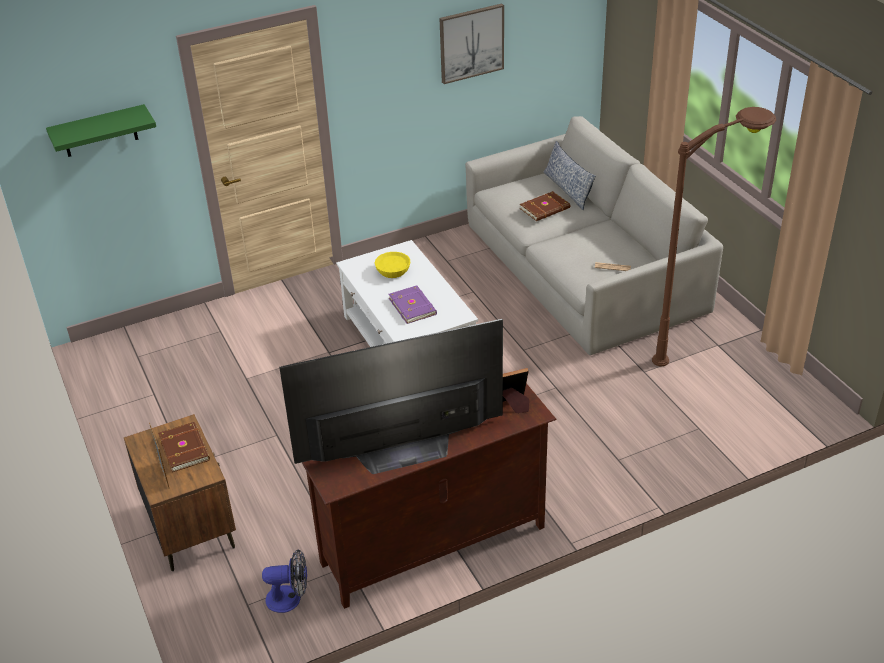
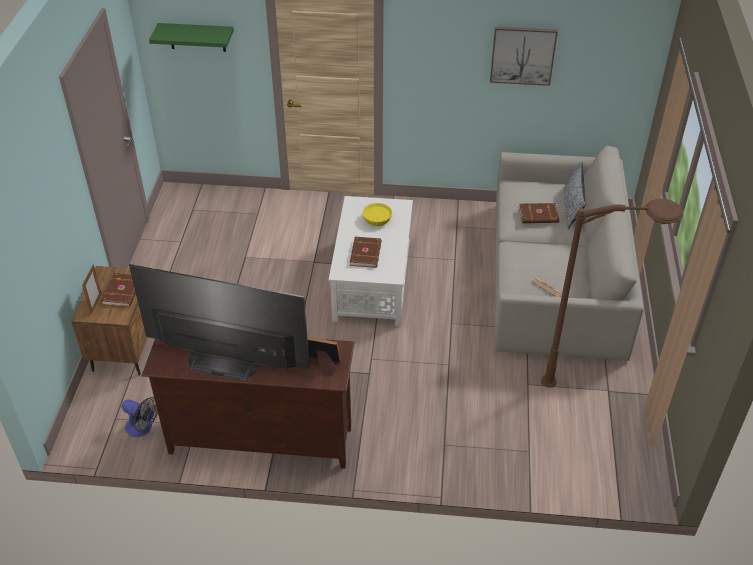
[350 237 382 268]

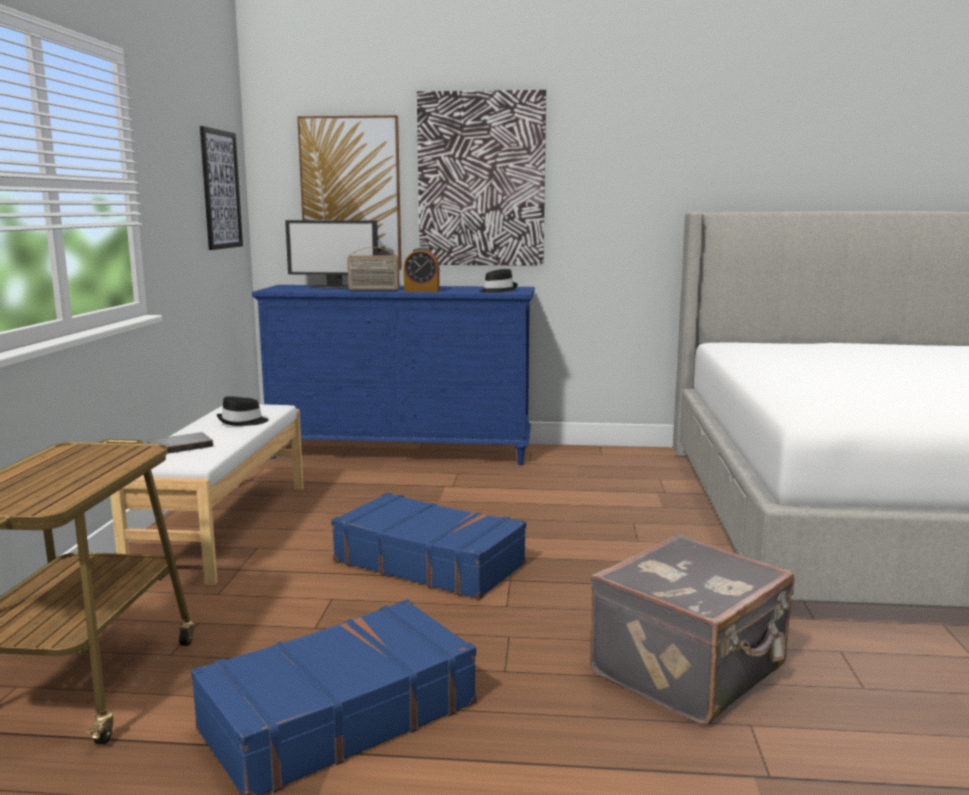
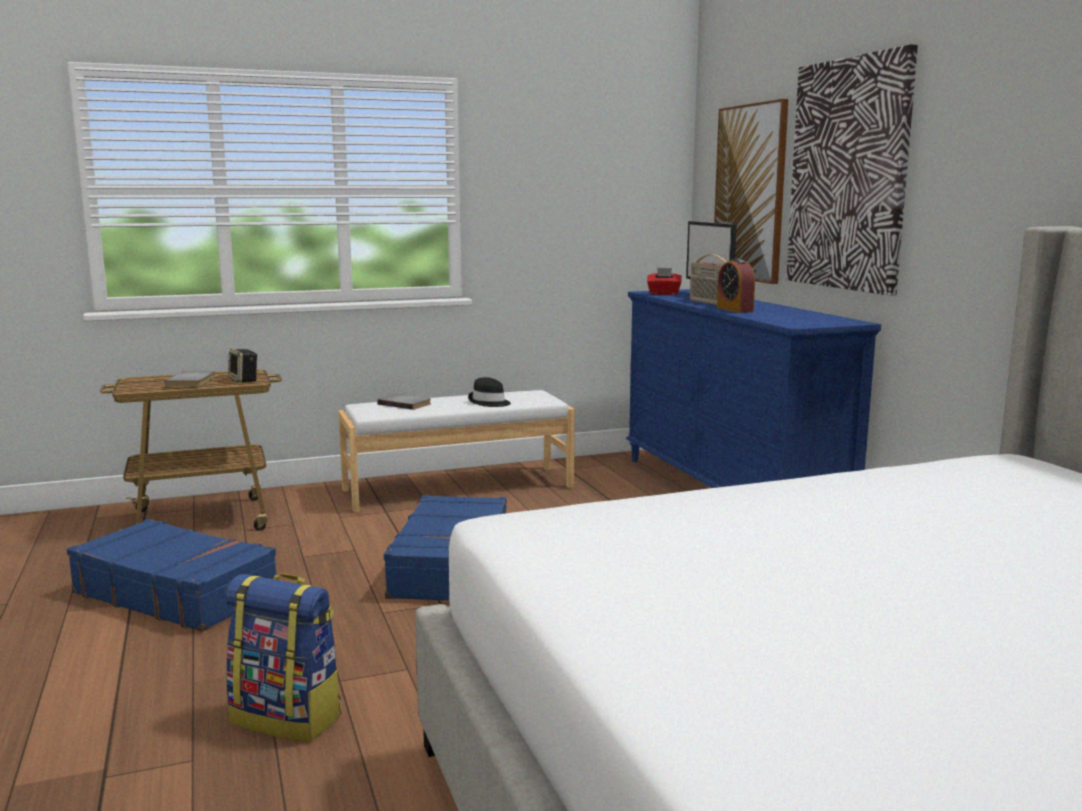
[200 126 243 250] (first image)
[478 269 518 293] (first image)
[225 574 341 742]
[647 268 682 295]
[228 349 258 383]
[164 371 216 387]

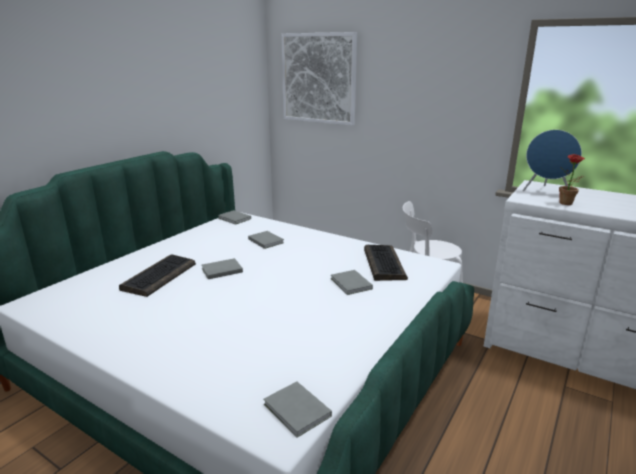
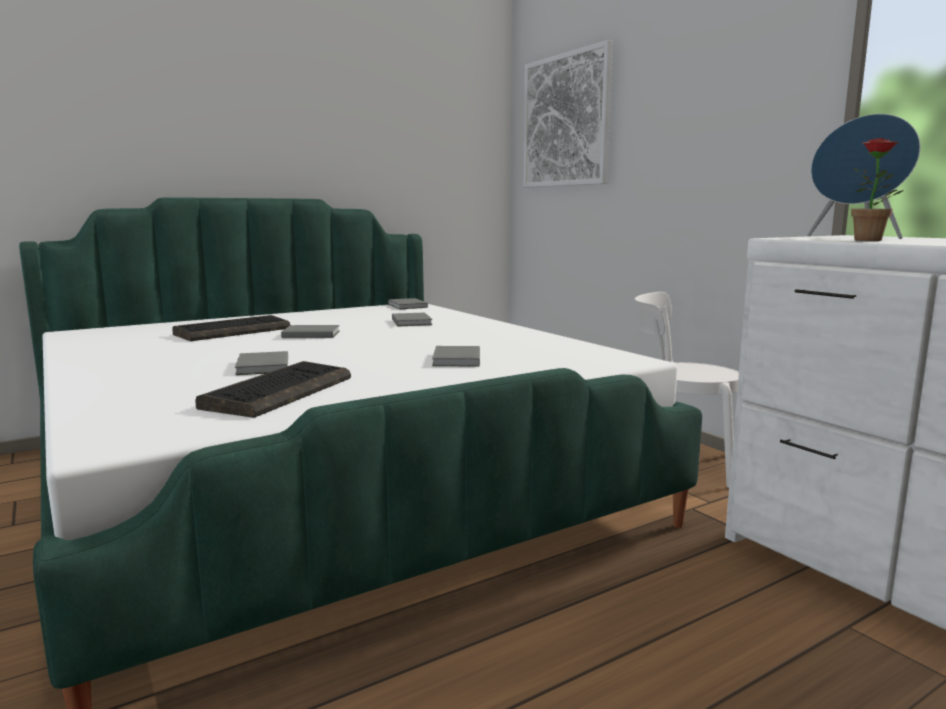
[195 361 351 418]
[235 351 288 375]

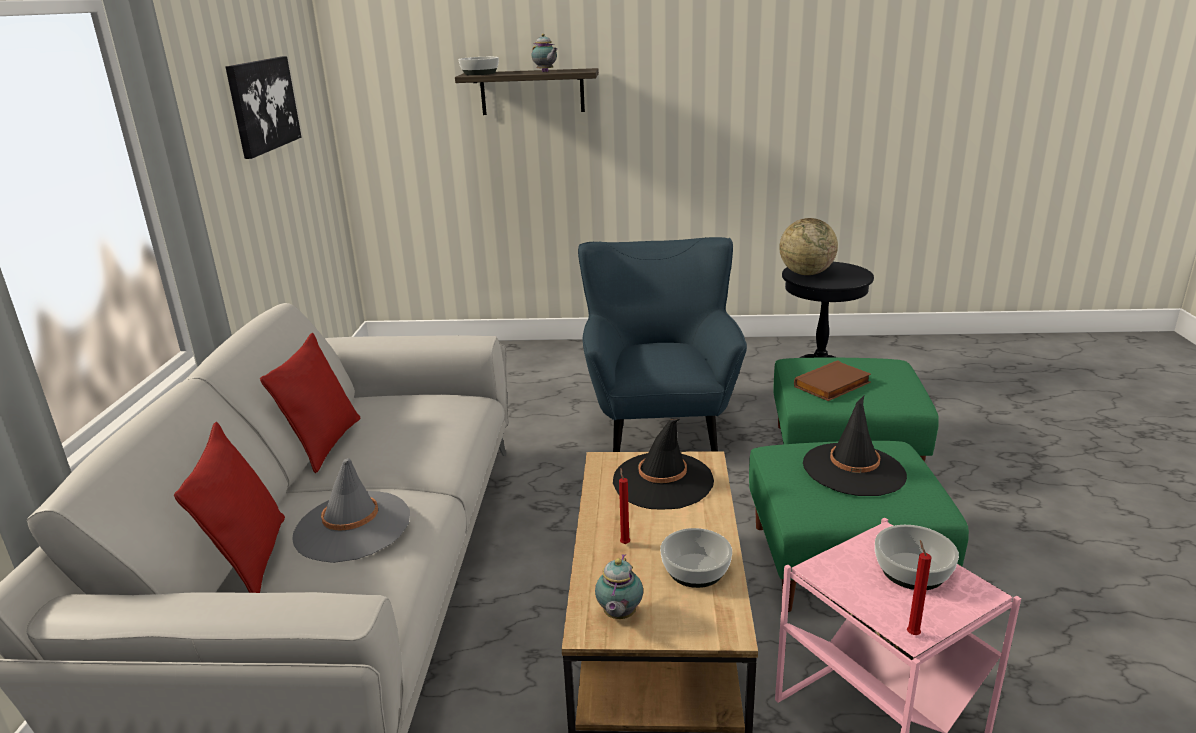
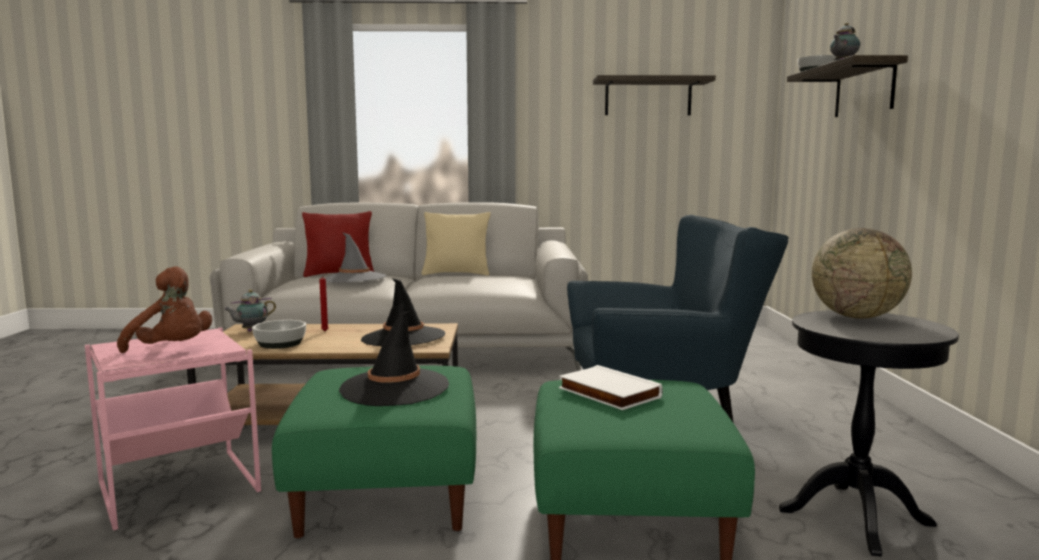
[593 75 716 115]
[421 212 491 276]
[559 365 663 410]
[117 266 212 353]
[907 540 932 635] (first image)
[224 289 276 332]

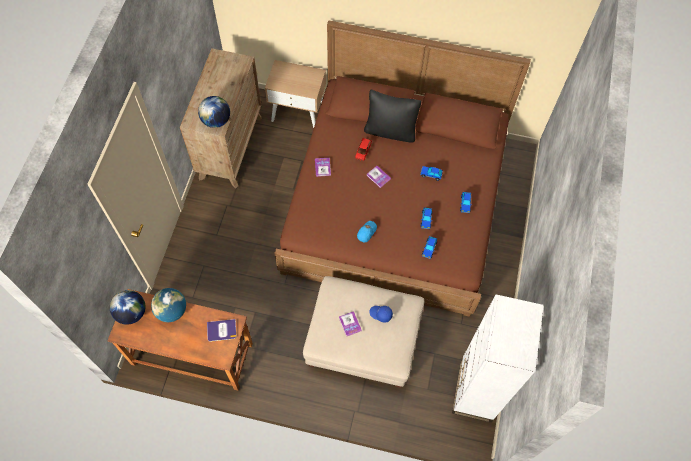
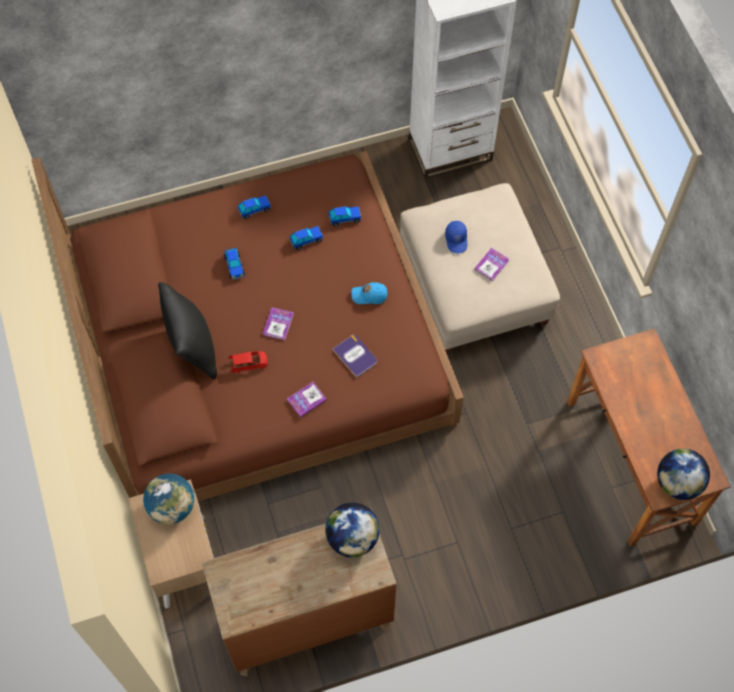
[143 474 194 524]
[332 335 377 378]

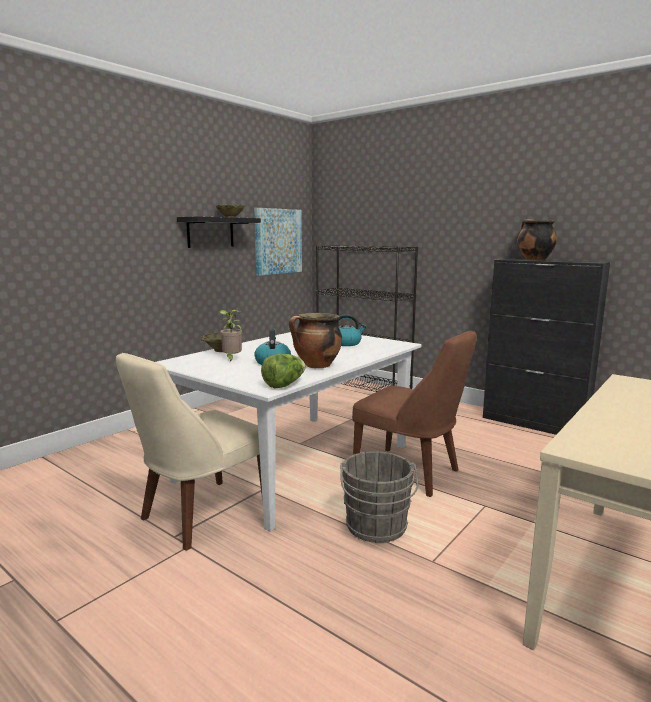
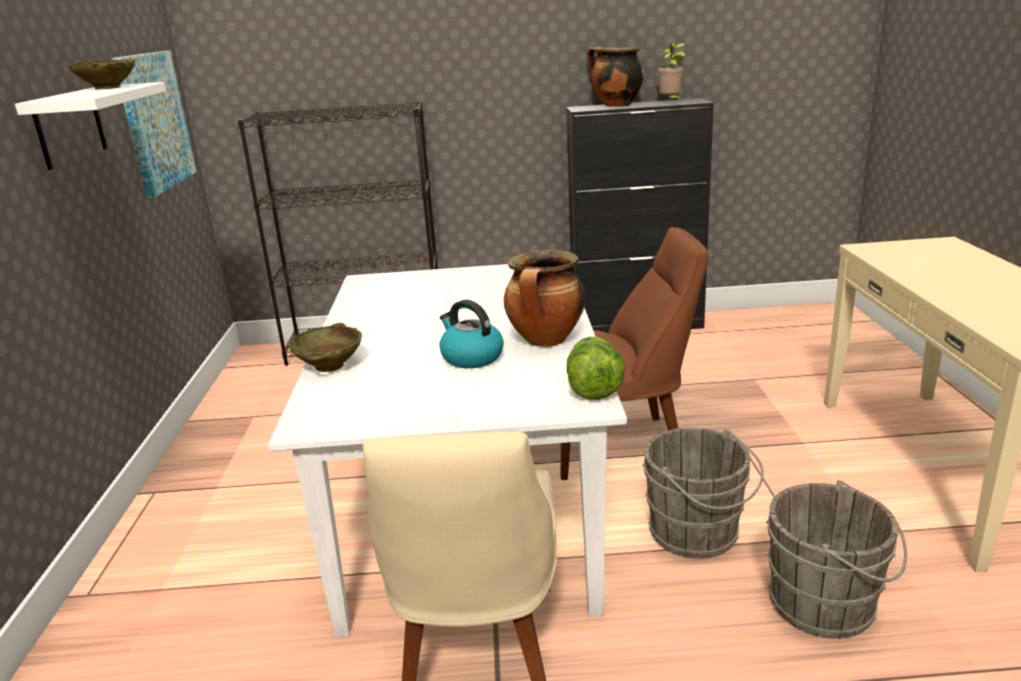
[15 82 166 170]
[658 43 685 103]
[337 314 366 346] (first image)
[766 480 907 639]

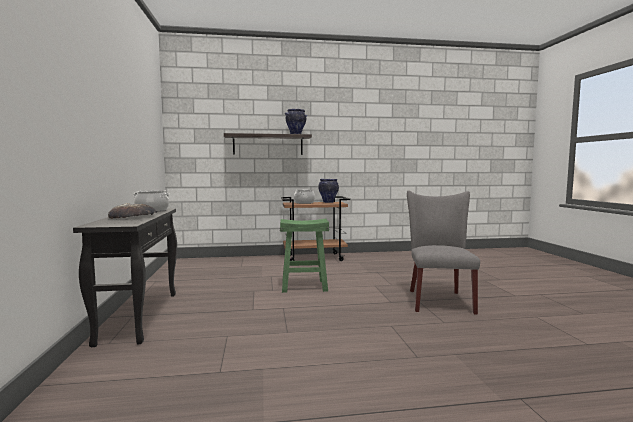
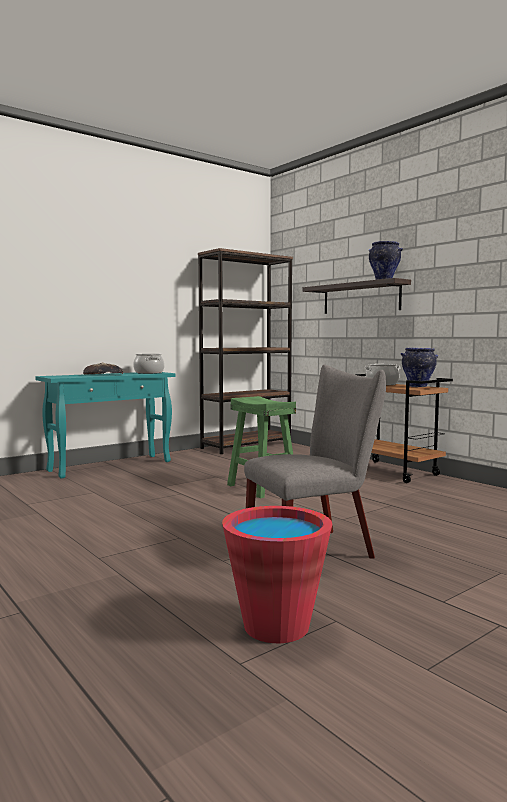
[35 372 176 479]
[198 248 293 454]
[222 506 332 643]

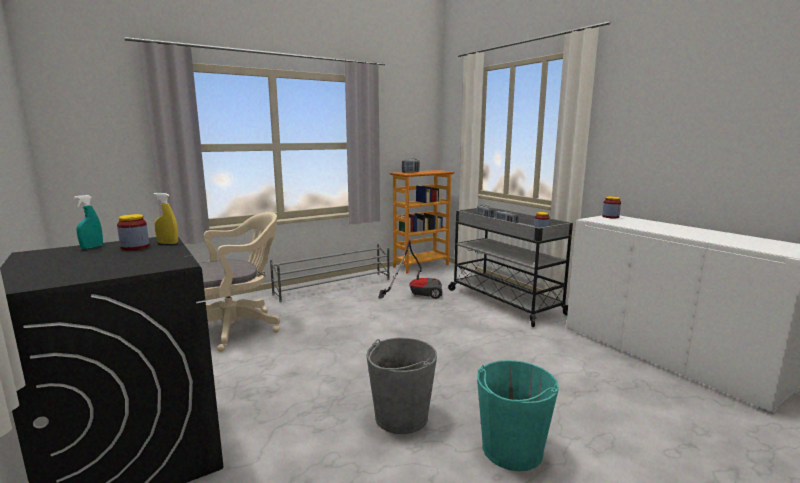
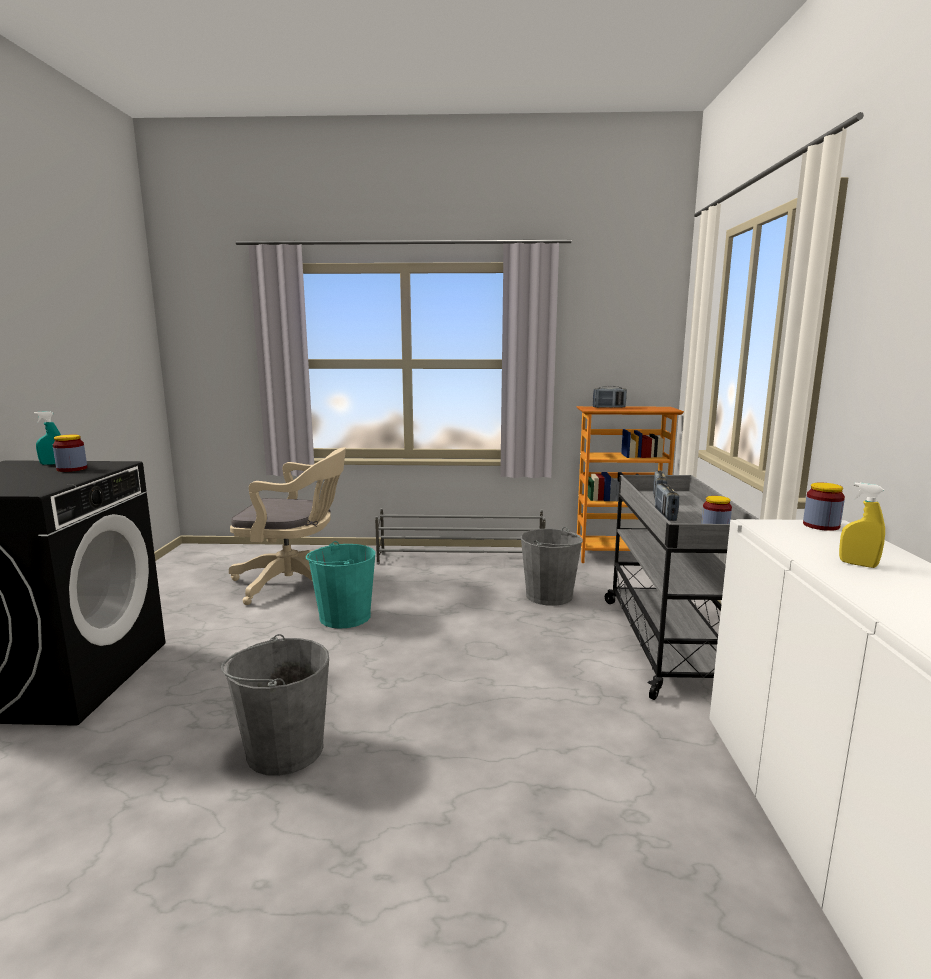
[839 483 885 568]
[521 527 583 606]
[306 541 375 629]

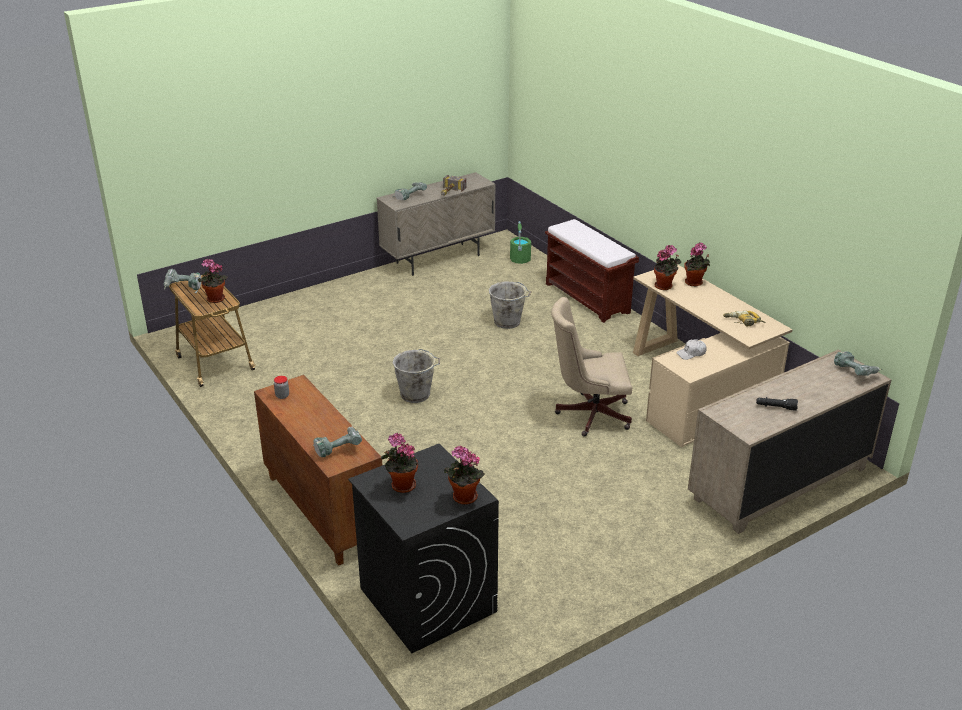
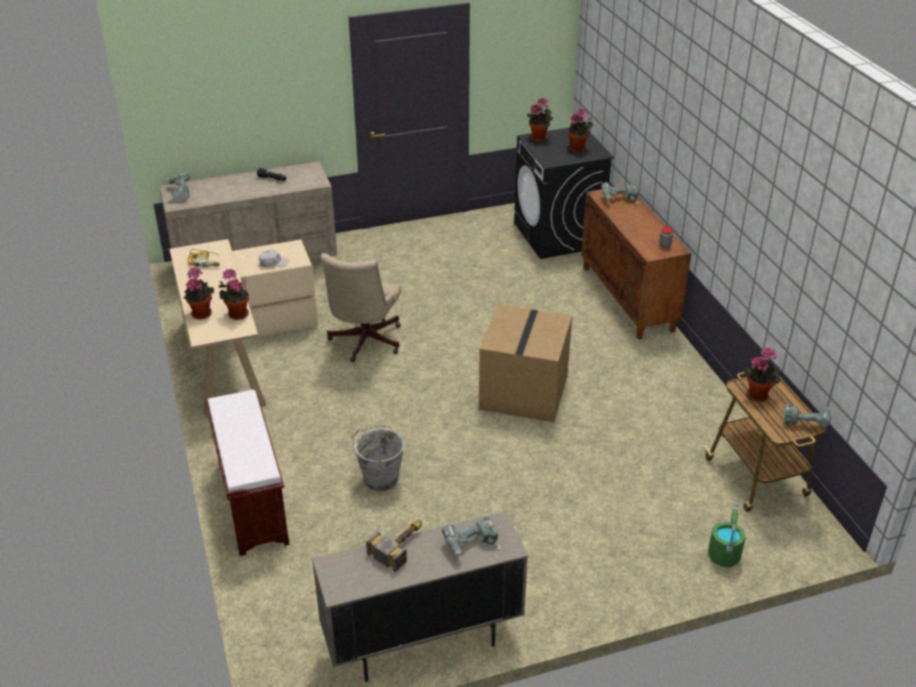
[708 503 746 567]
[321 253 401 362]
[479 304 572 422]

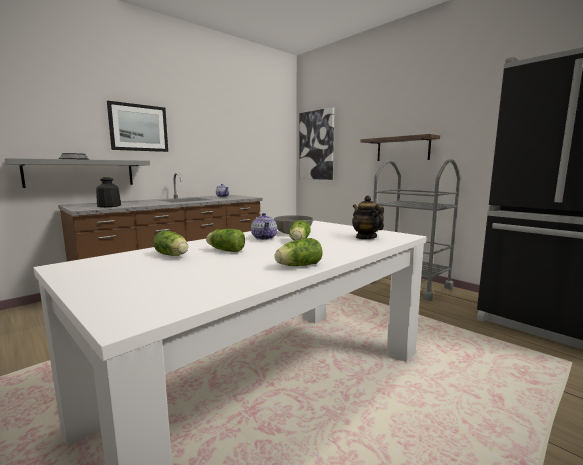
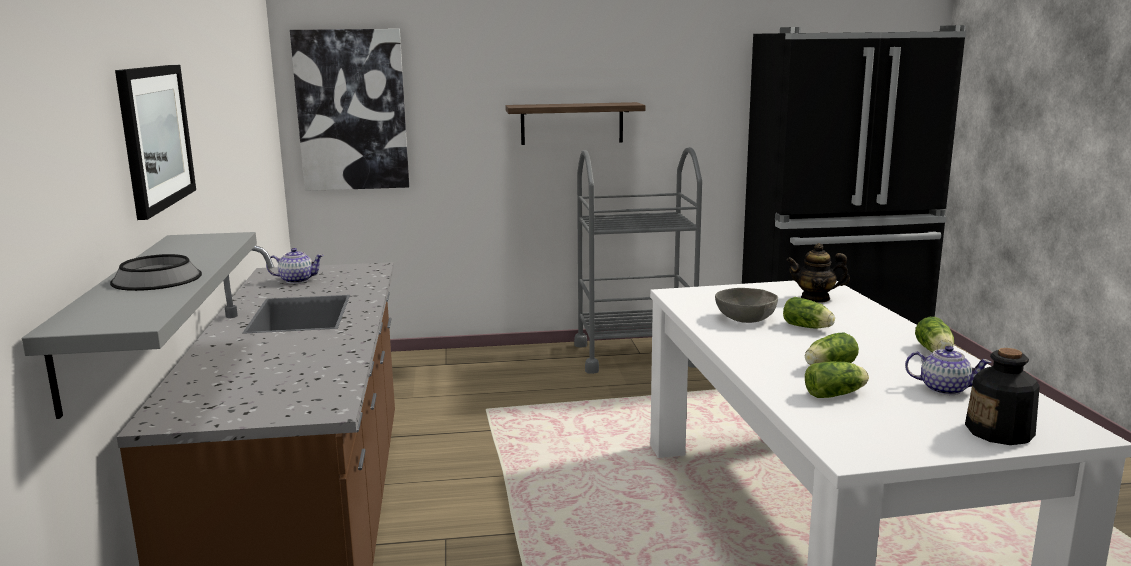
[965 348 1040 445]
[905 346 991 395]

